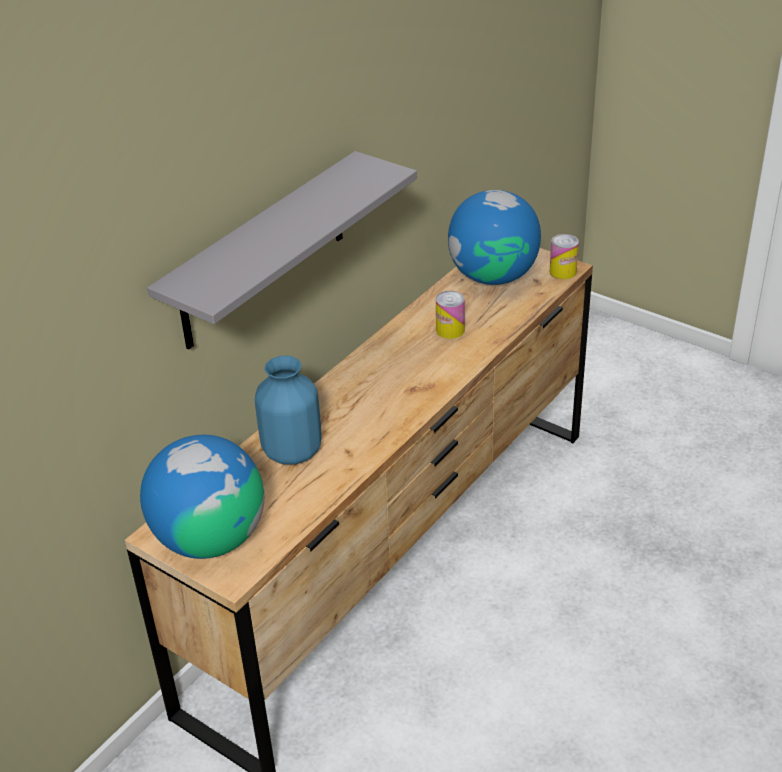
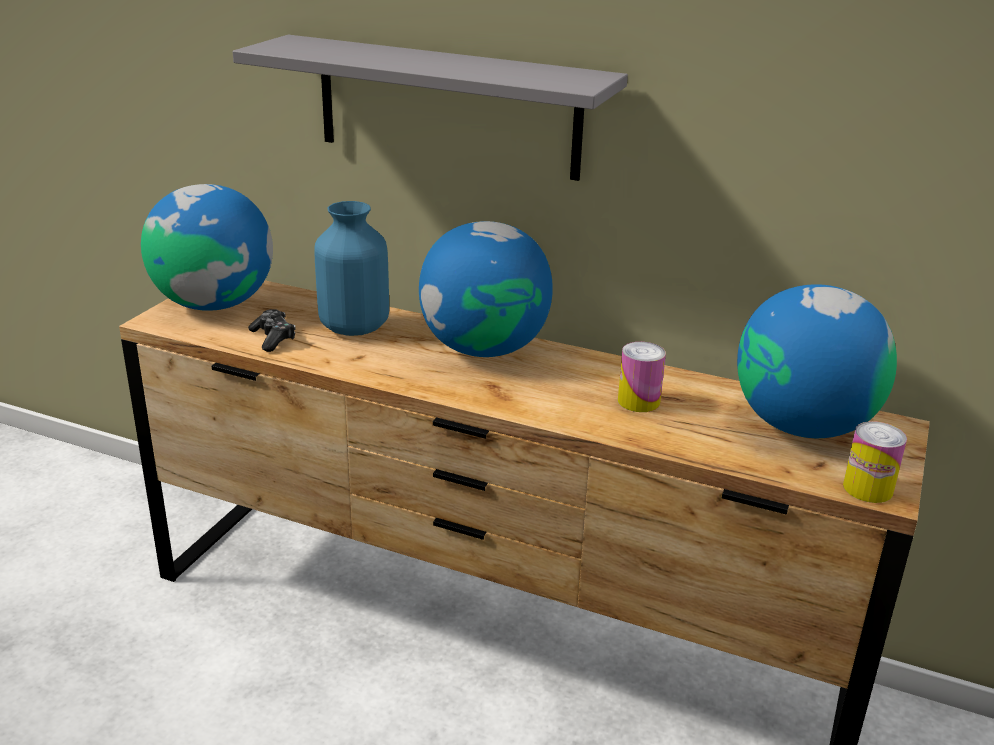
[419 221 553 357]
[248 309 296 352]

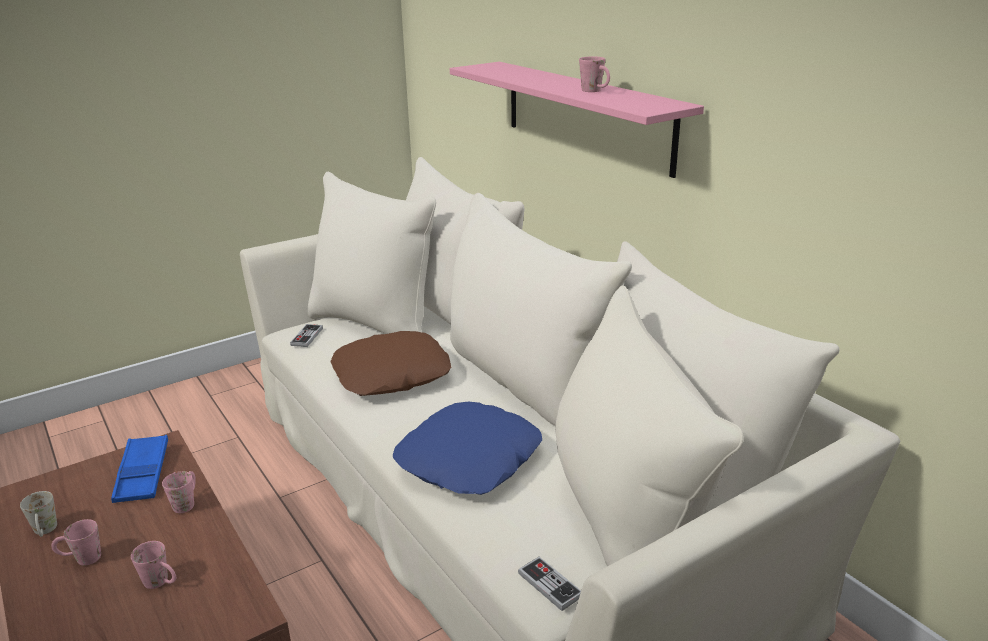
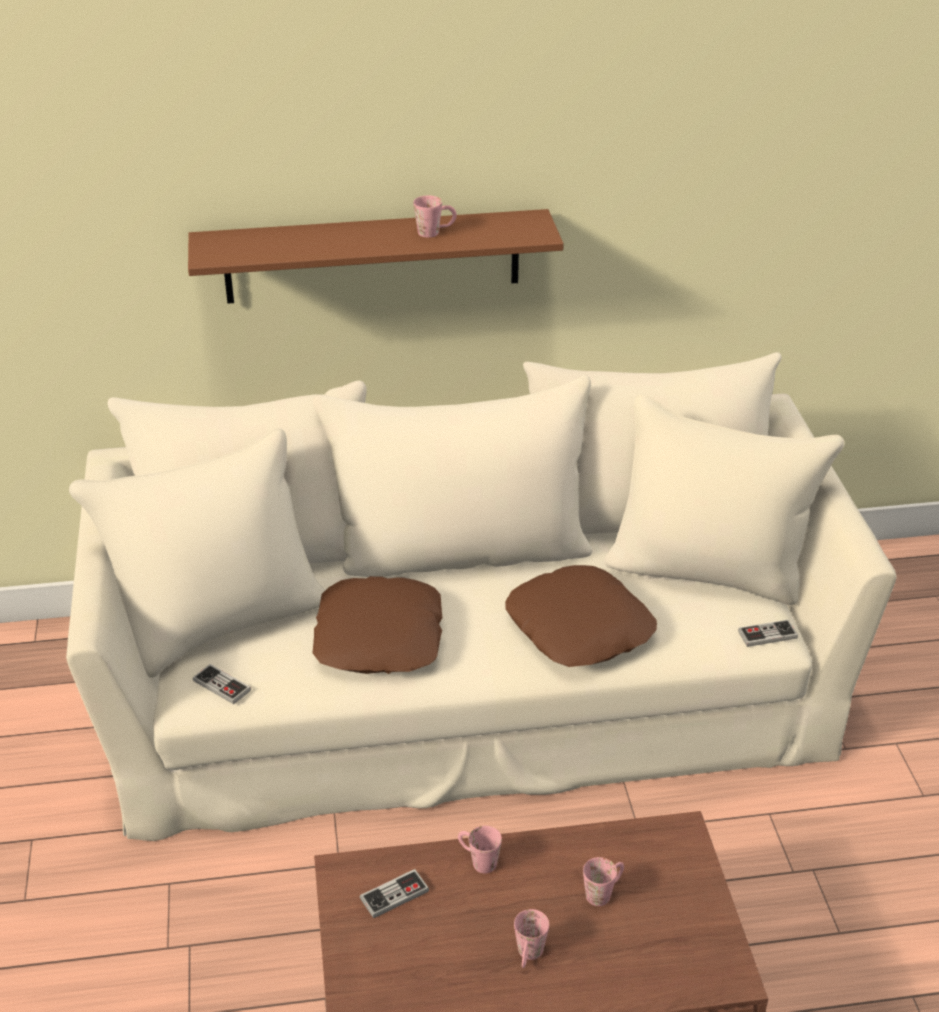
[188 209 564 304]
[505 565 657 667]
[360 869 429 918]
[20 491 57 537] (first image)

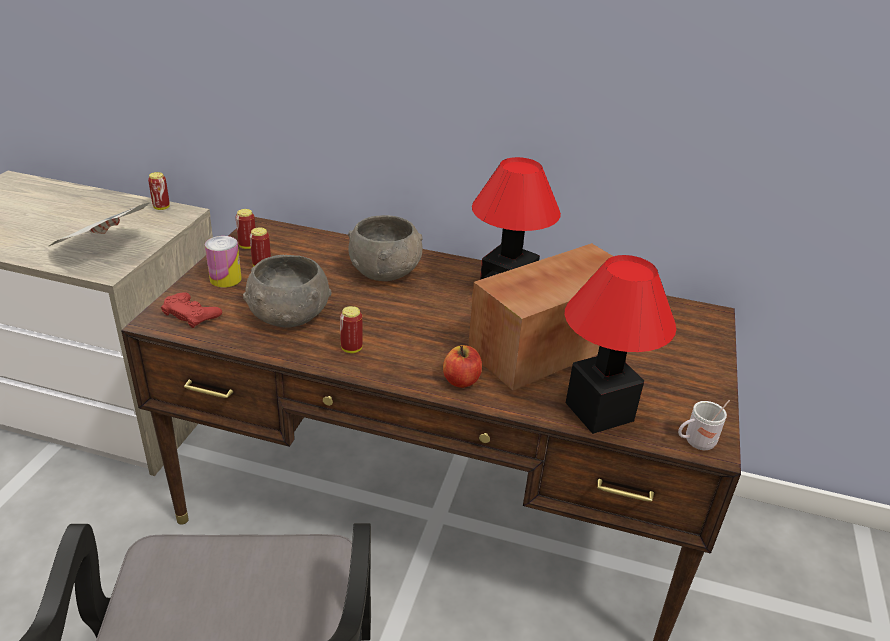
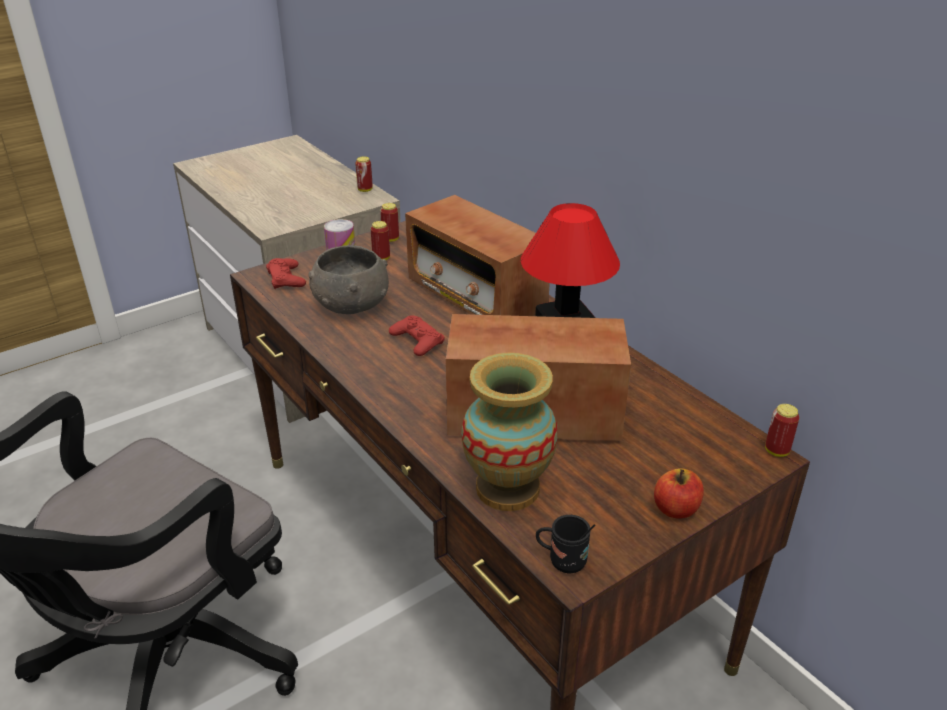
[49 203 149 246] (first image)
[405 195 550 316]
[461 353 558 511]
[765 404 799 457]
[654 468 704 519]
[536 515 595 573]
[389 315 445 356]

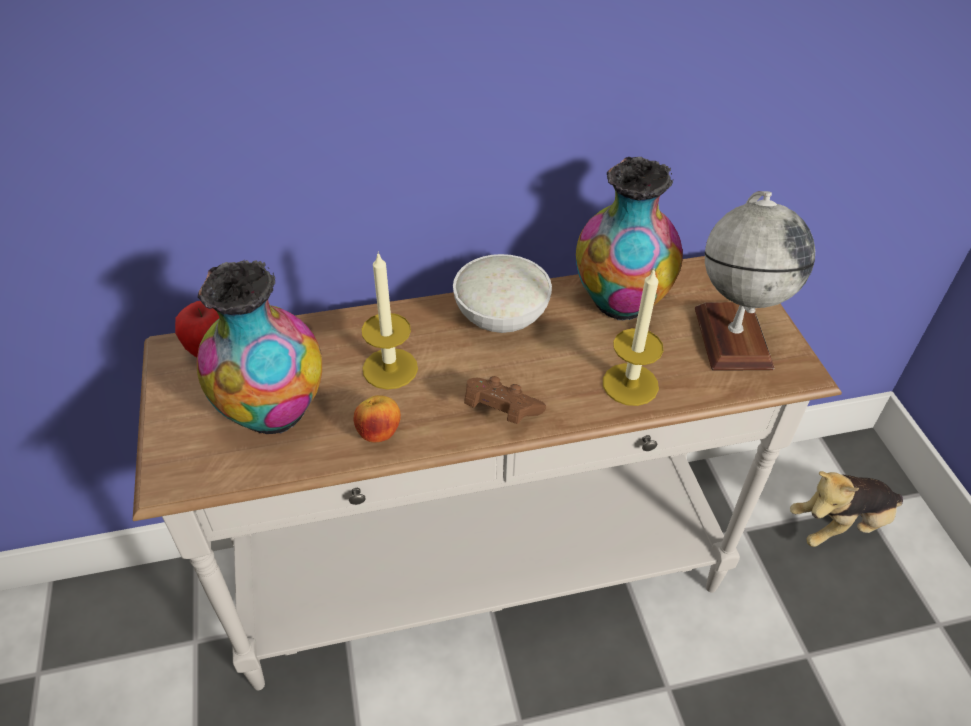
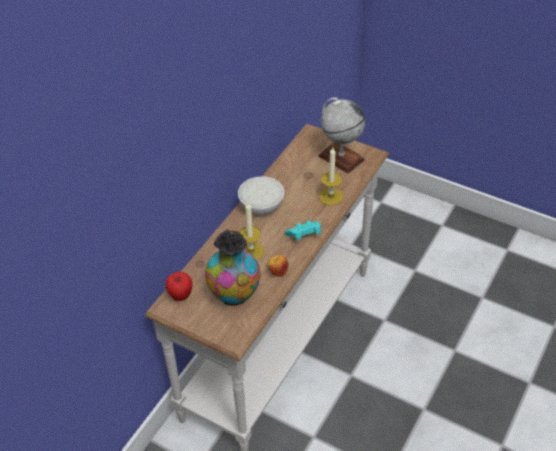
[576 157 683 321] (first image)
[285 220 321 240]
[790 471 903 547] (first image)

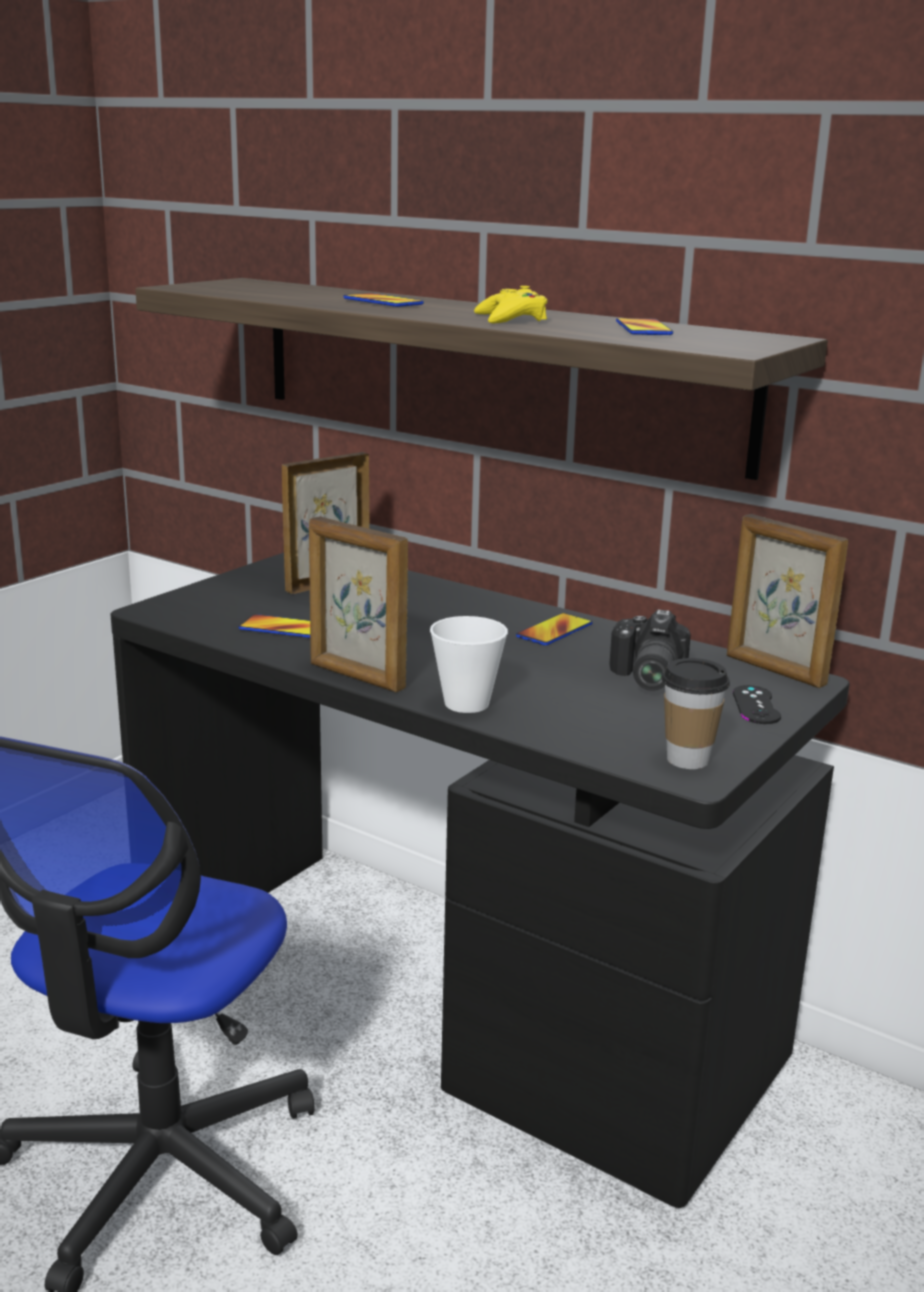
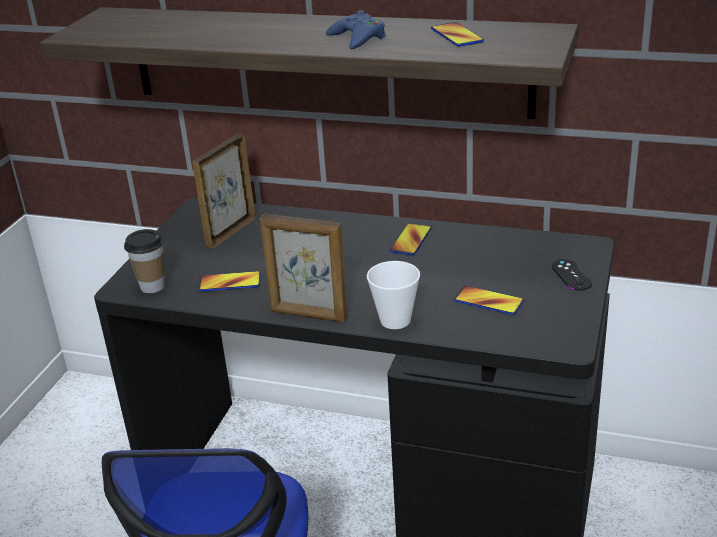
[326 10 386 49]
[454 285 524 315]
[727 514 848 688] (first image)
[609 610 691 691] (first image)
[124 229 165 293]

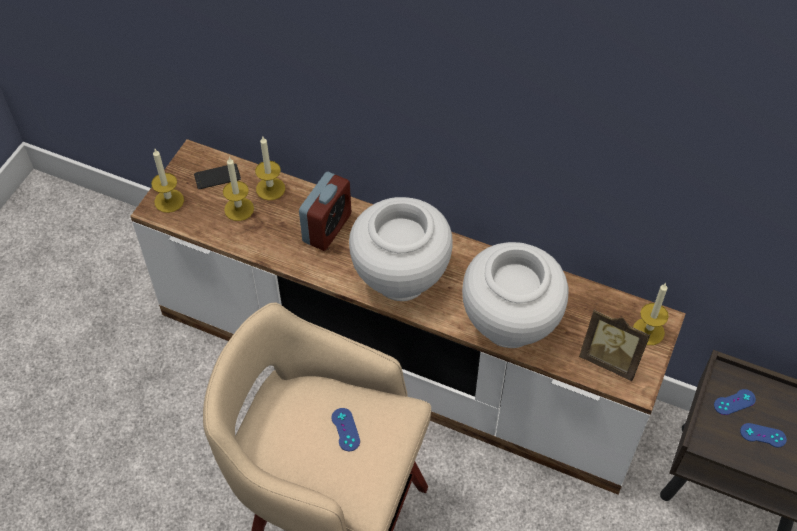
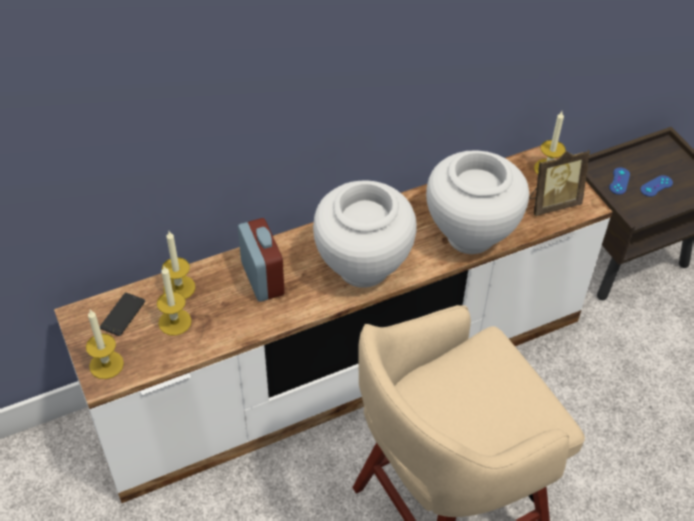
[331 408 360 451] (first image)

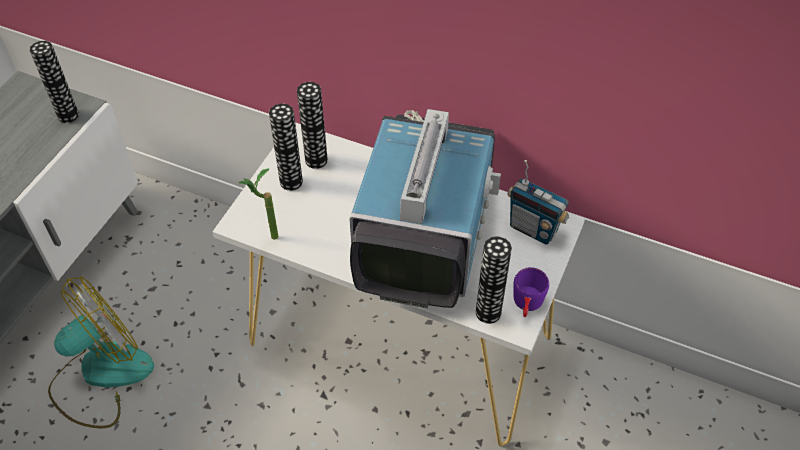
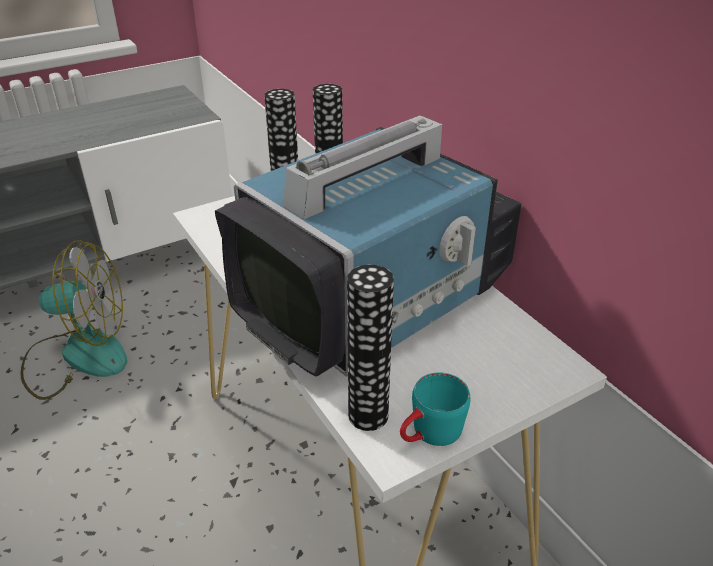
[30 41 79 123] (first image)
[507 160 569 245] (first image)
[238 168 278 240] (first image)
[400 372 471 446]

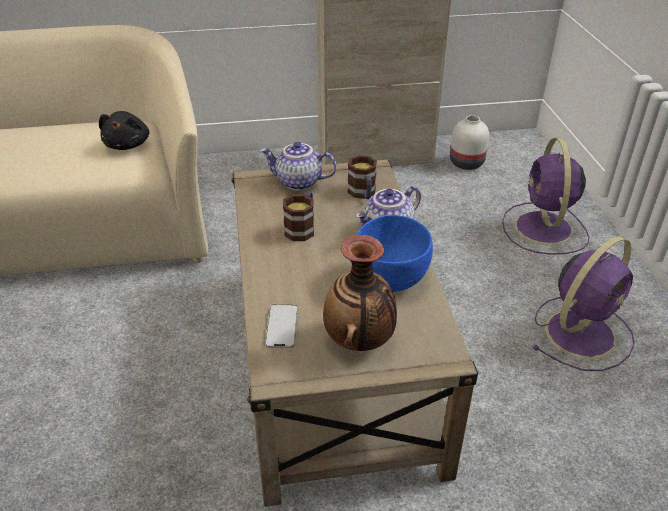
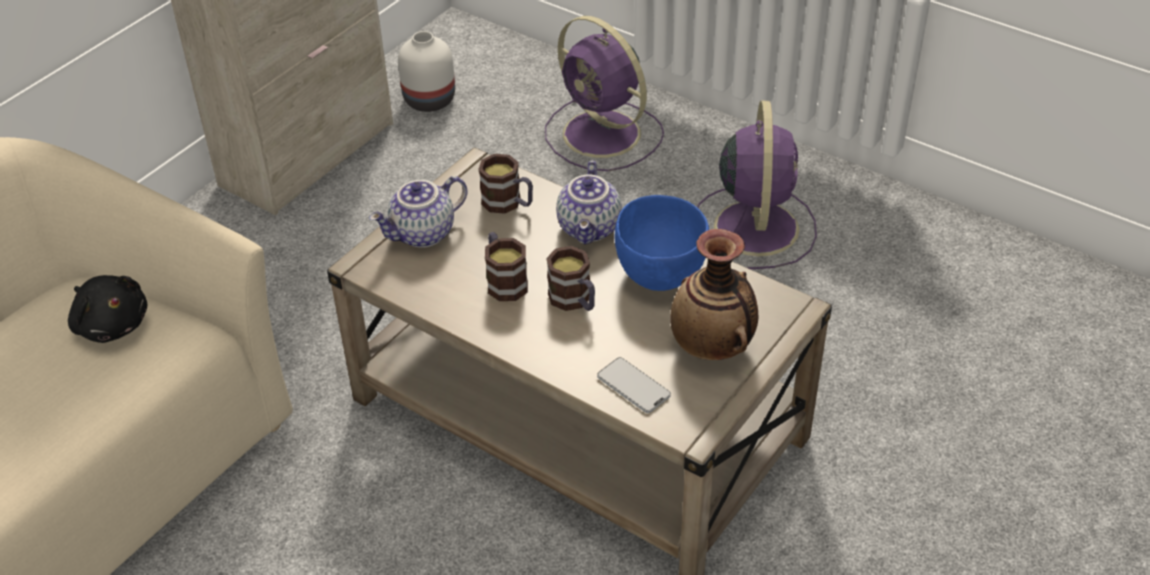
[546 246 595 311]

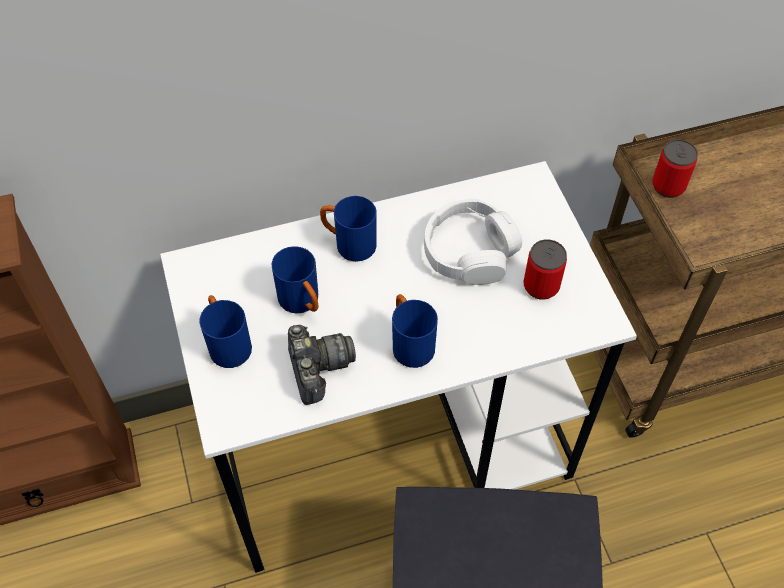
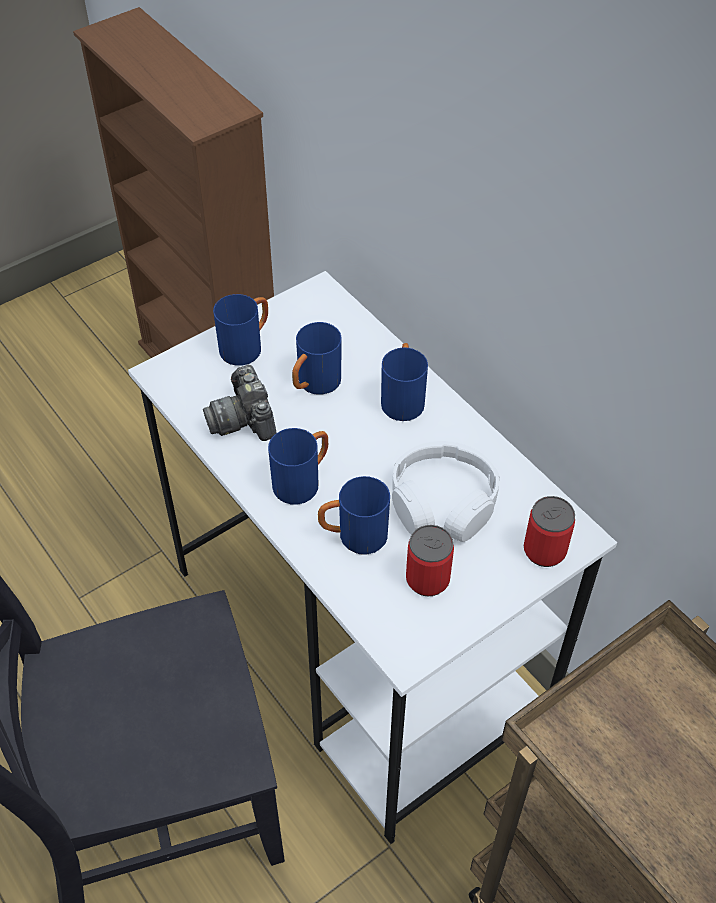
[524 496 575 567]
[203 365 276 441]
[318 476 390 554]

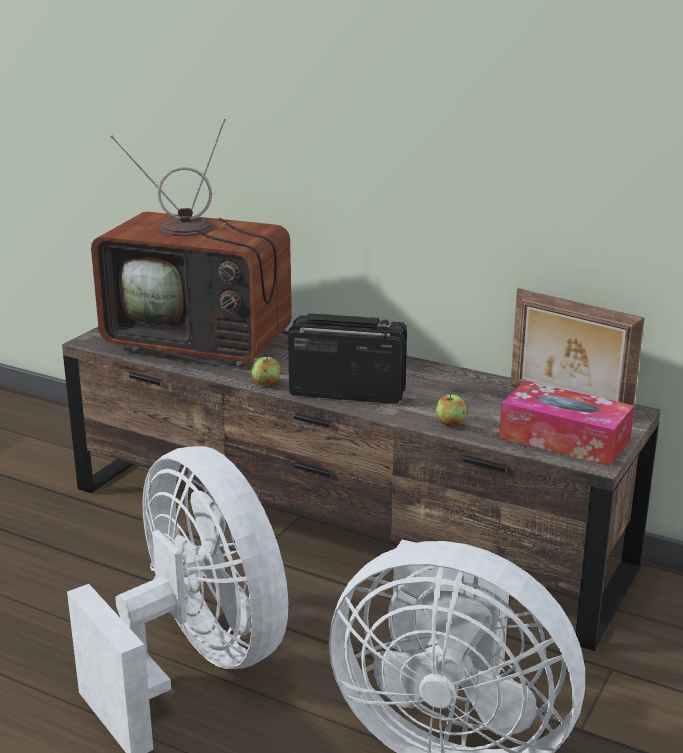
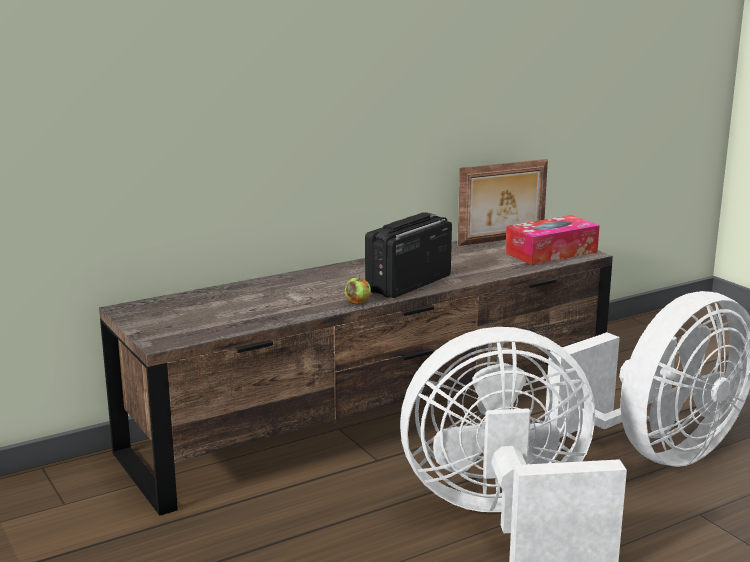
[91 119 292 367] (first image)
[436 393 467 427] (first image)

